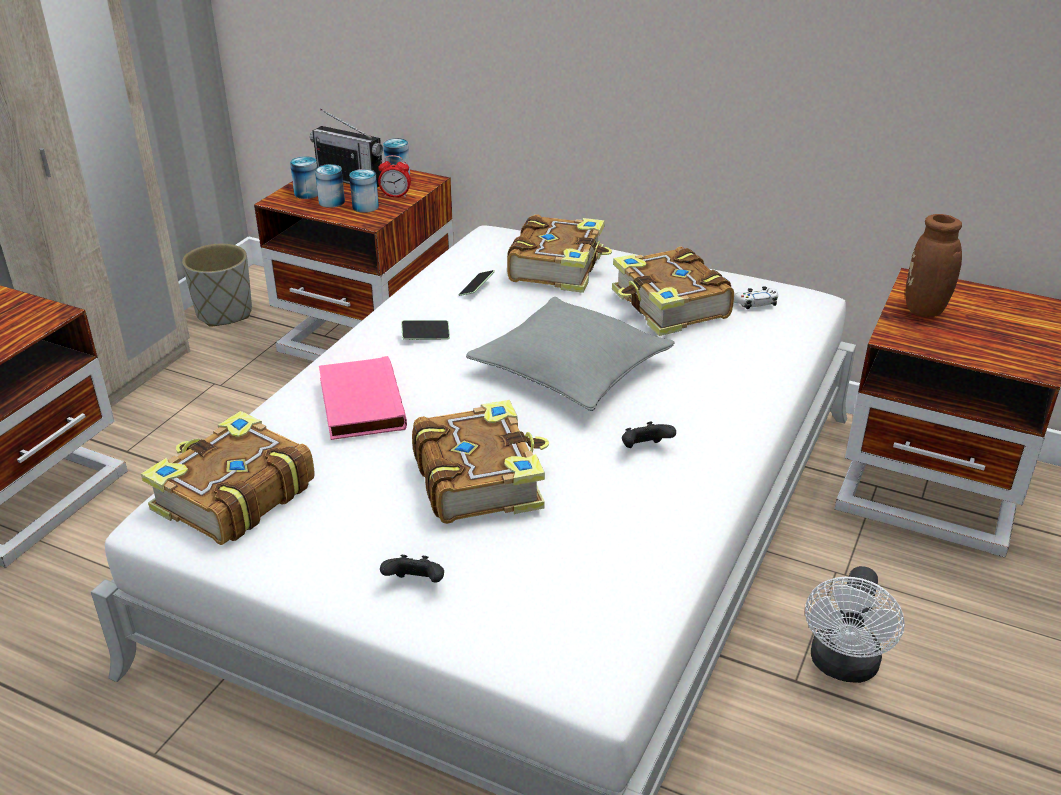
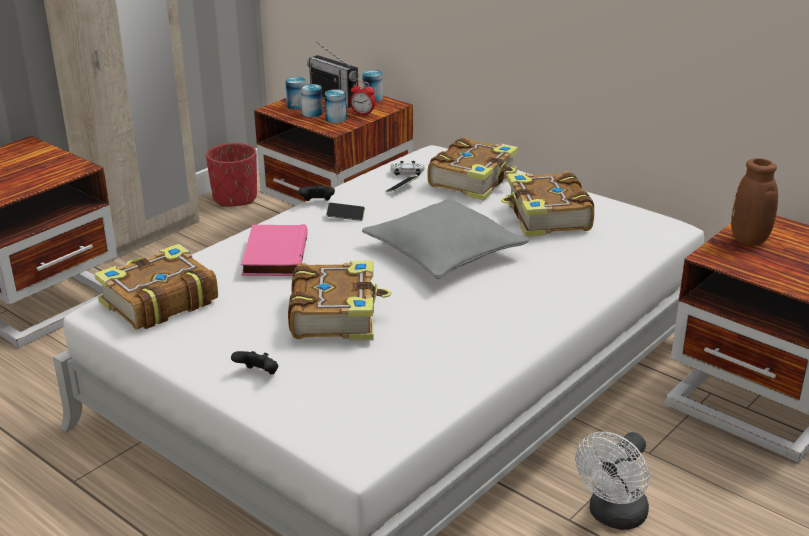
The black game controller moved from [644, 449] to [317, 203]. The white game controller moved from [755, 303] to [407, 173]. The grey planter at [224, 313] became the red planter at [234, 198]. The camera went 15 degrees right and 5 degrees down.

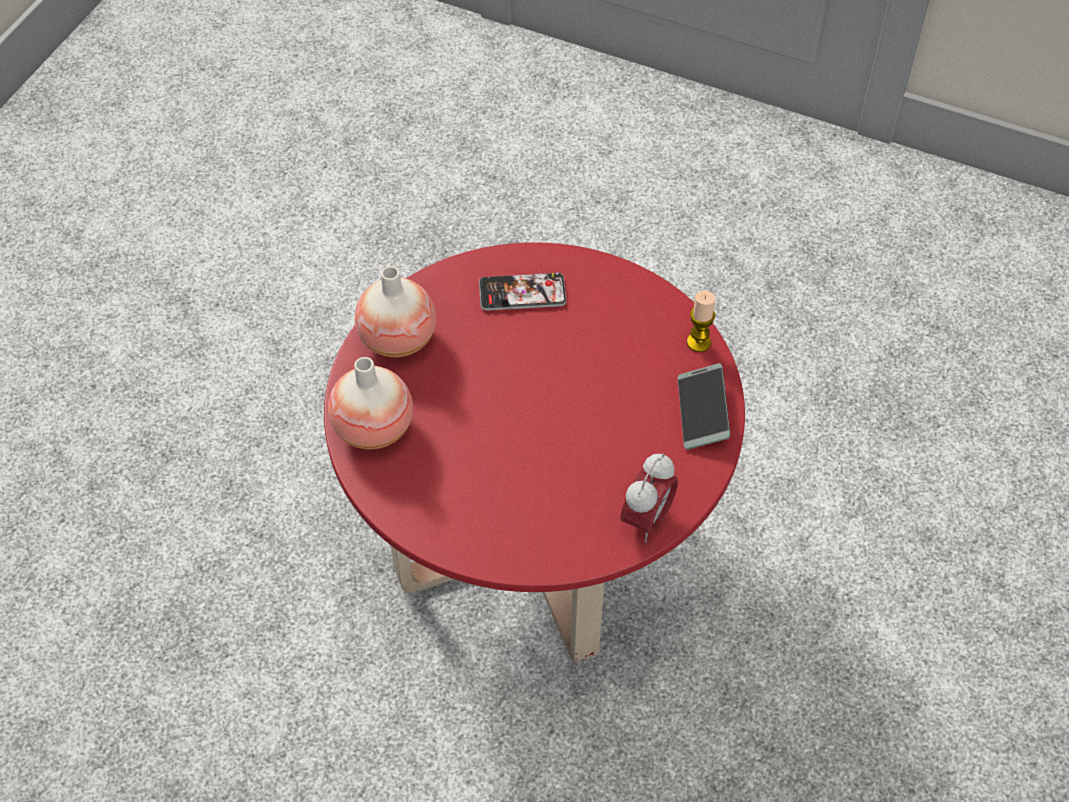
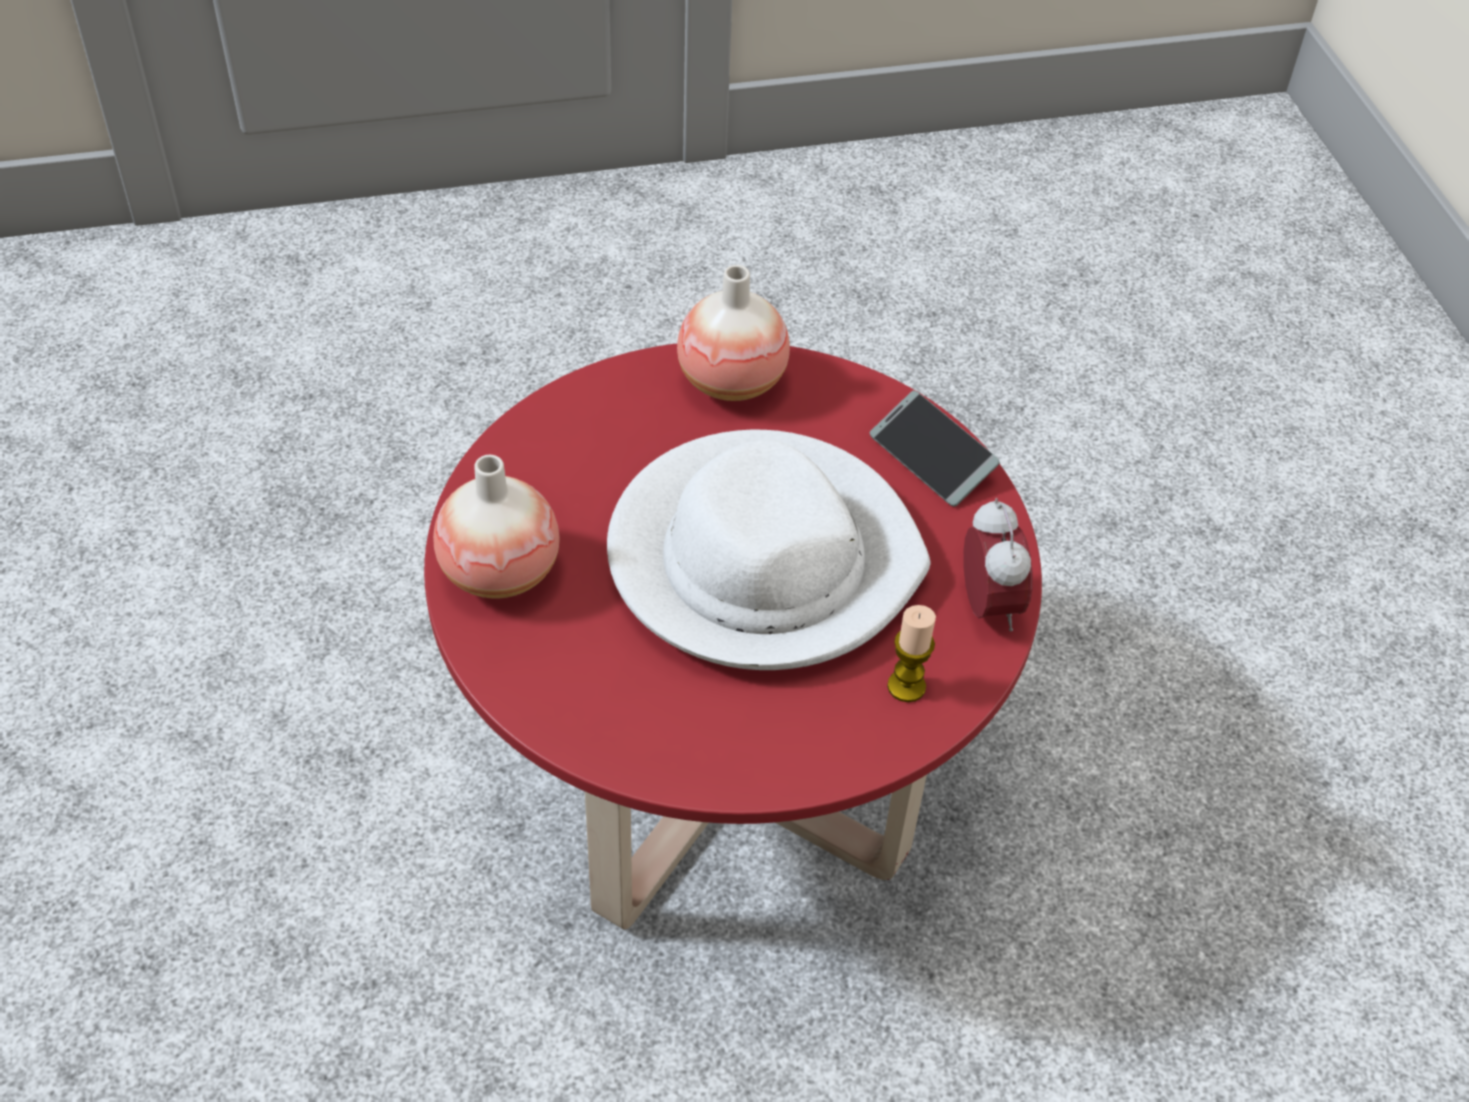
The phone at [522, 293] disappeared. The white hat at [762, 559] appeared. The vase moved from [373, 428] to [731, 381]. The candle moved from [698, 342] to [906, 686]. The camera went 40 degrees left and 5 degrees down.

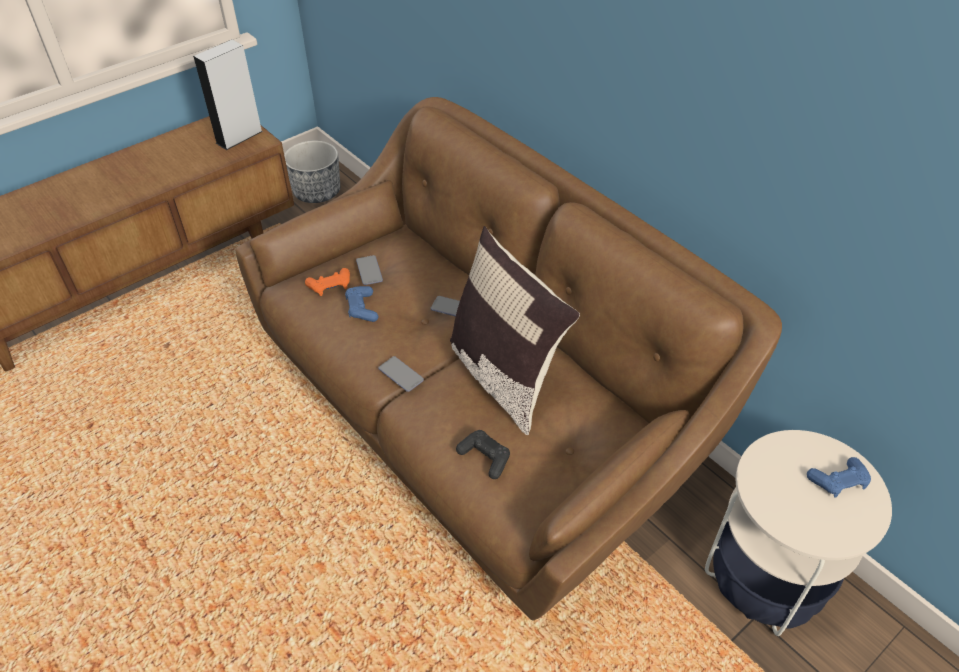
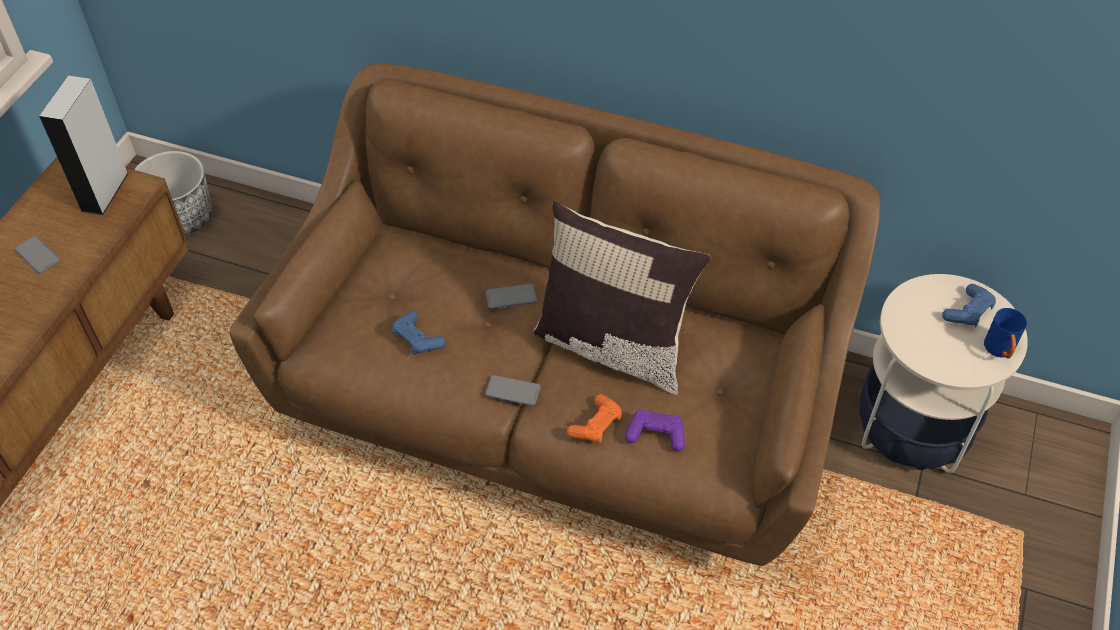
The blue mug at [1000, 351] appeared. The orange game controller moved from [330, 286] to [596, 425]. The phone moved from [369, 271] to [38, 255]. The black game controller at [485, 457] became the purple game controller at [656, 435]. The camera went 30 degrees left and 5 degrees up.

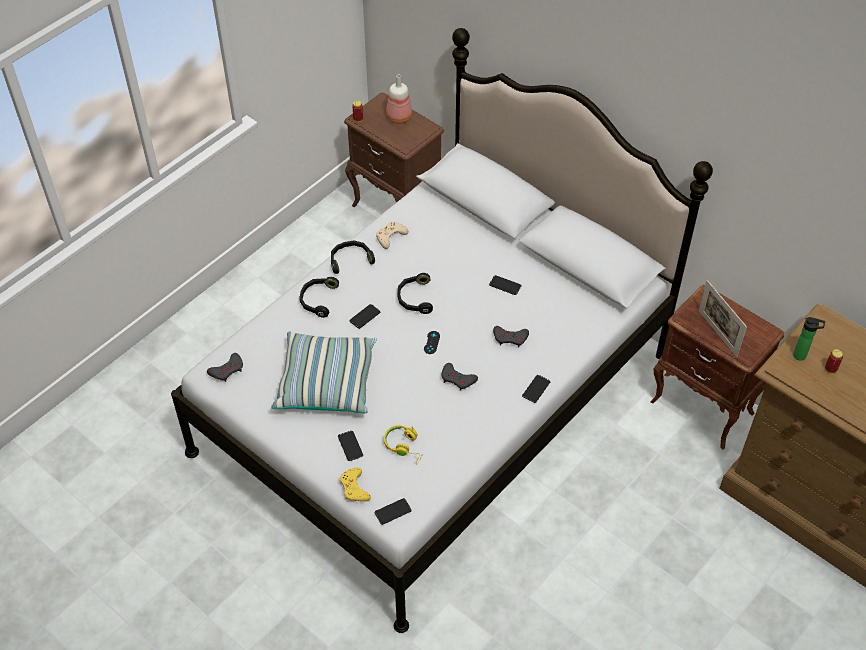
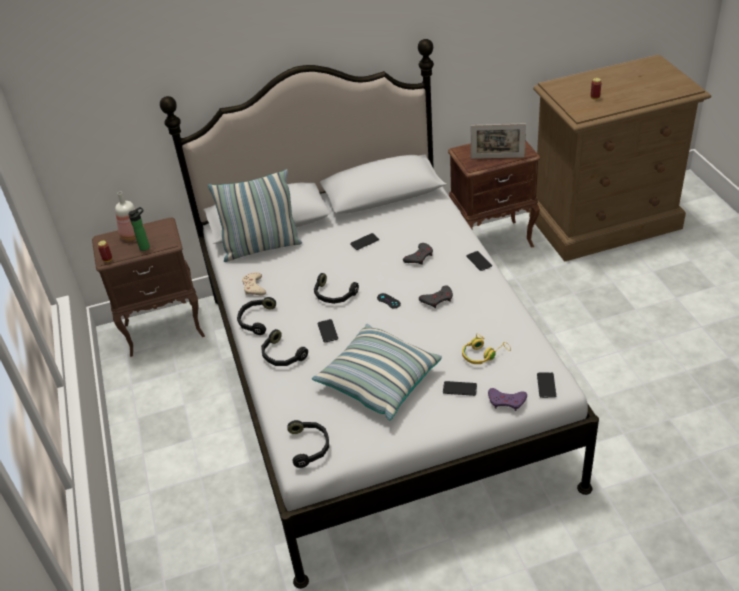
The pillow at [262, 247] appeared. The bottle moved from [801, 356] to [146, 247]. The grey game controller at [227, 370] was replaced by the black headphones at [310, 446]. The yellow game controller at [354, 488] became the purple game controller at [506, 401]. The camera went 55 degrees left and 10 degrees down.

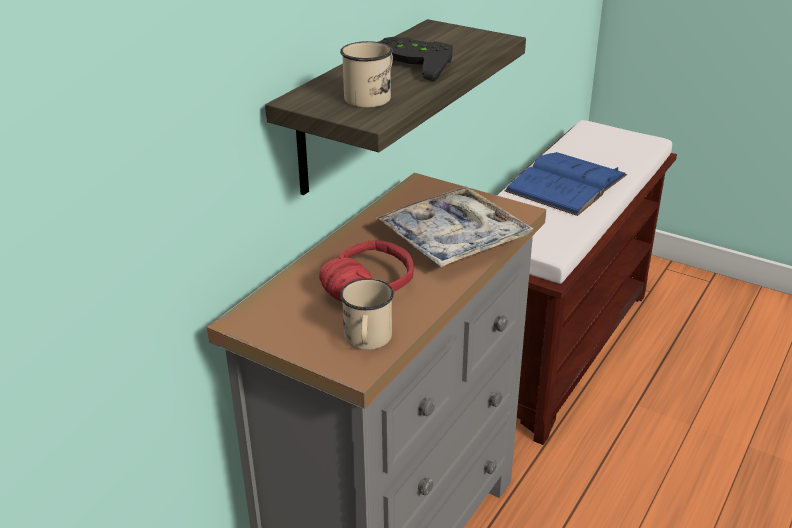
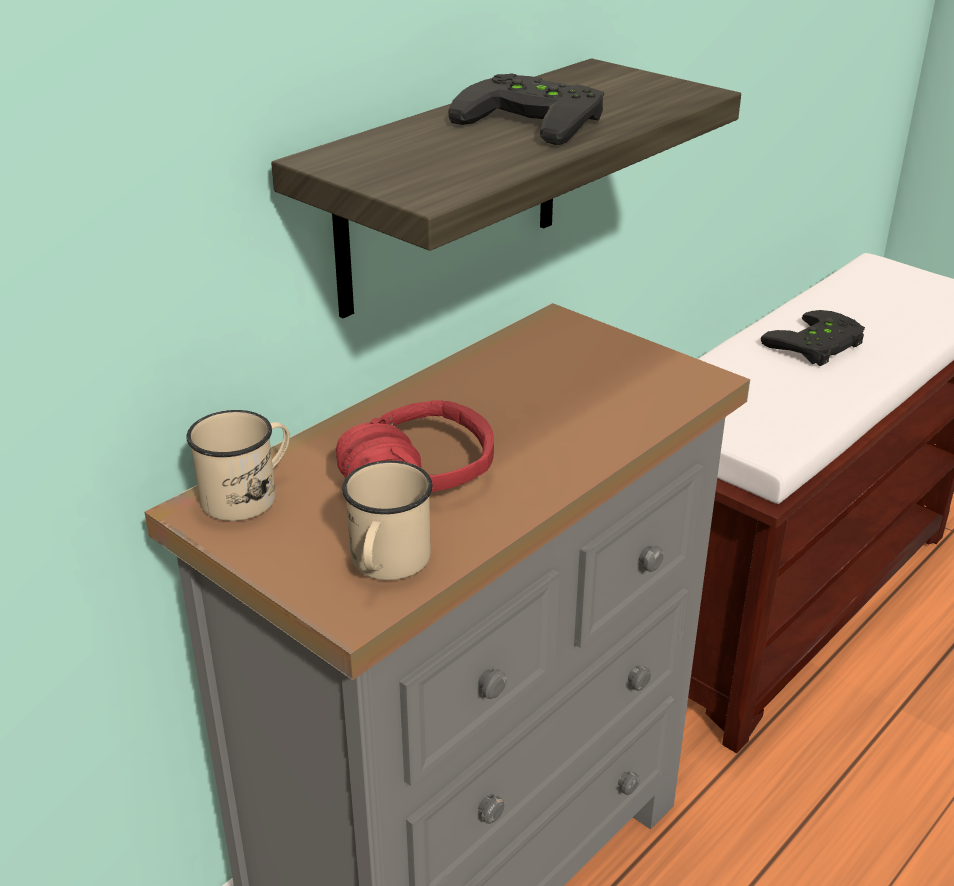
The tray at [453, 239] disappeared. The beige mug moved from [372, 96] to [249, 494]. The blue book at [566, 183] was replaced by the black game controller at [818, 346]. The camera went 10 degrees right and 0 degrees up.

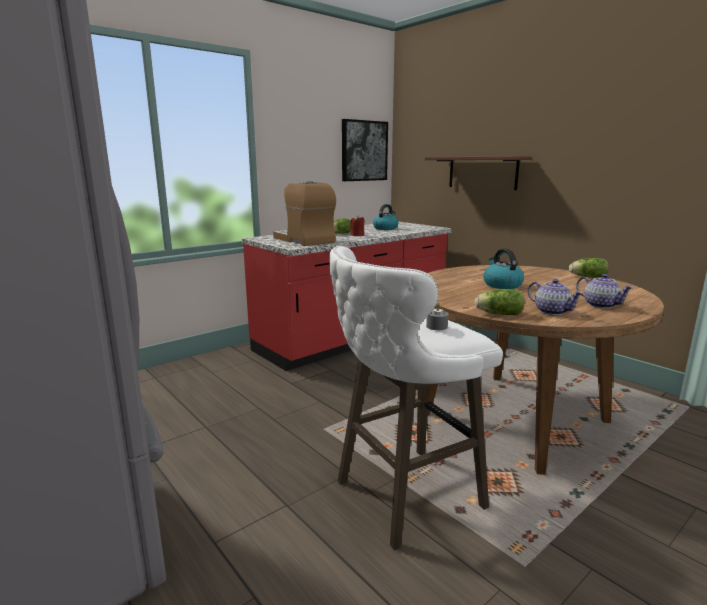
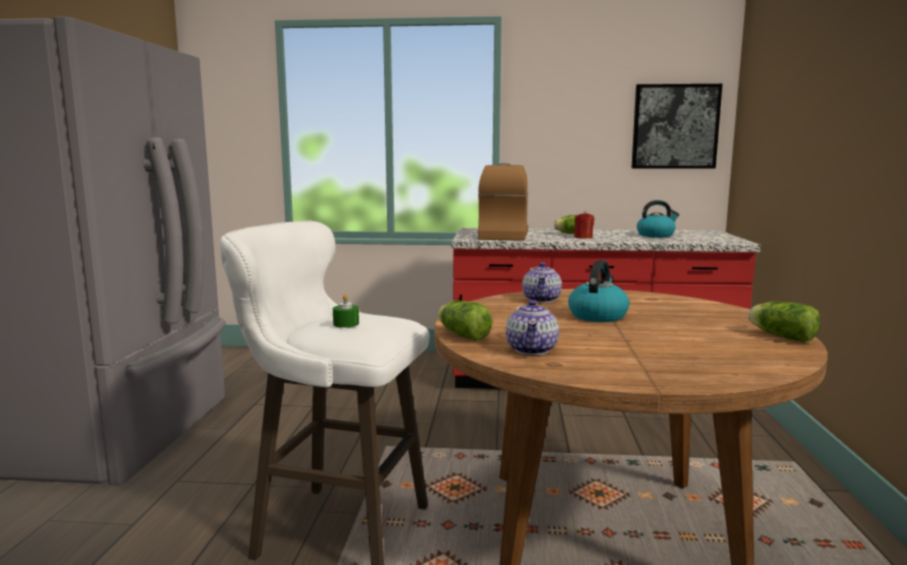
The shelf at [482, 172] disappeared. The teapot moved from [600, 305] to [542, 299]. The grey candle at [436, 326] became the green candle at [346, 324]. The camera went 45 degrees right and 5 degrees down.

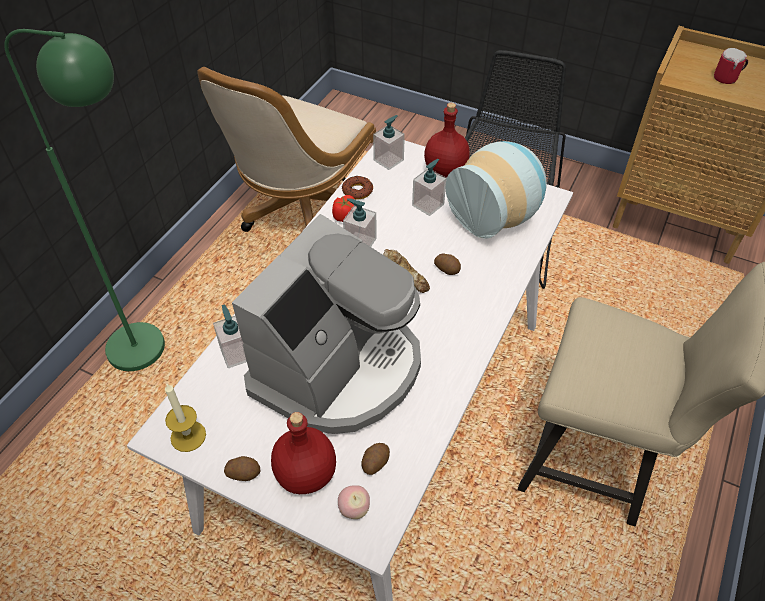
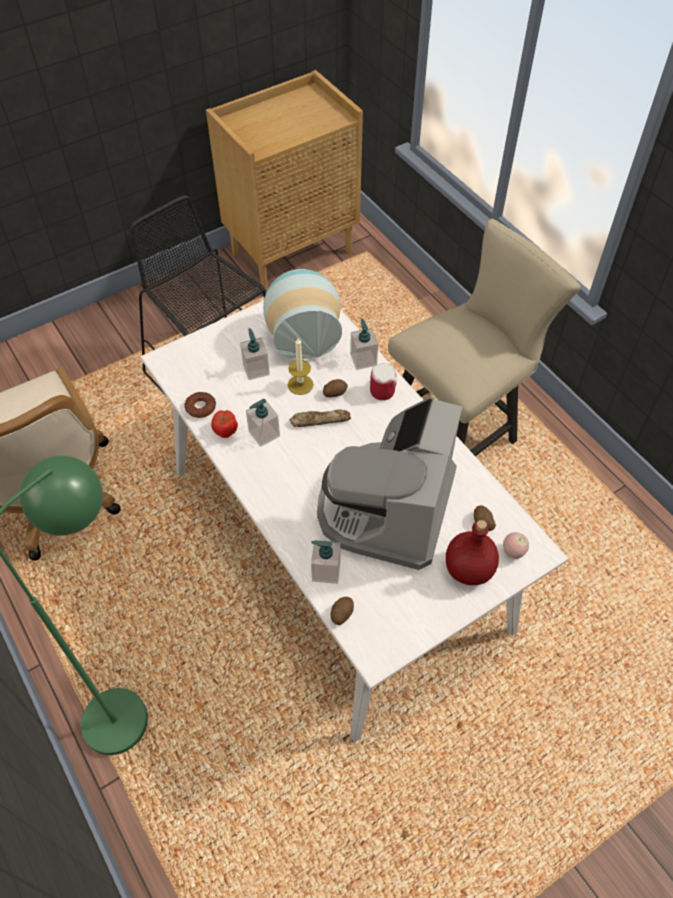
The red bottle at [446, 171] disappeared. The candle moved from [188, 436] to [300, 384]. The potato moved from [244, 473] to [341, 613]. The soap dispenser moved from [388, 160] to [363, 359]. The mug moved from [728, 78] to [384, 389]. The coffee machine at [339, 369] turned 135 degrees counterclockwise. The camera went 60 degrees left and 5 degrees up.

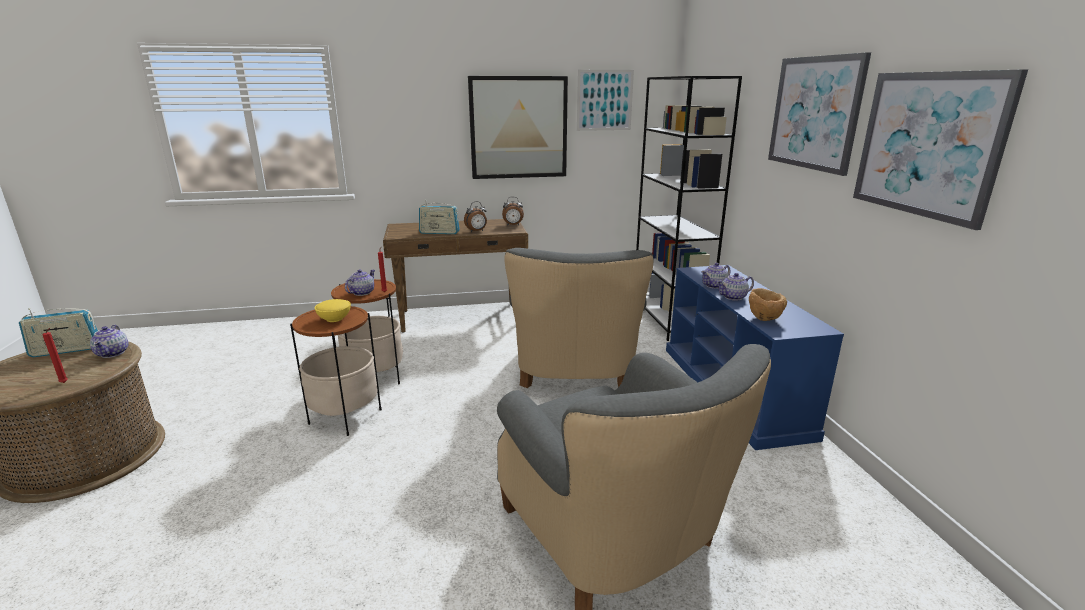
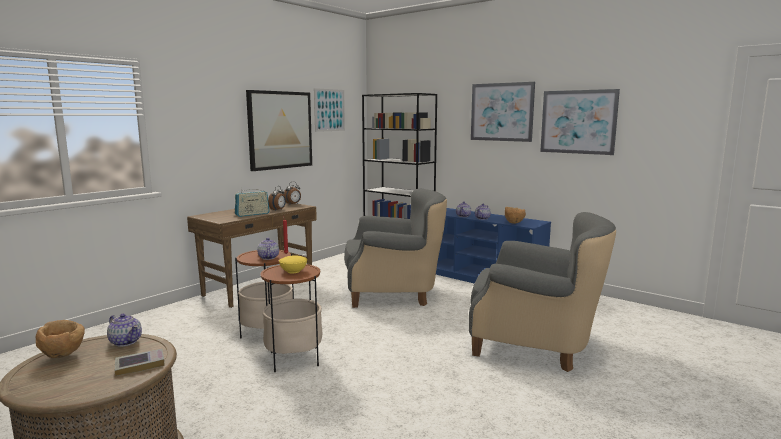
The radio at [66, 350] was replaced by the brown bowl at [63, 355]. The red candle at [65, 383] was replaced by the book at [140, 365]. The grey armchair at [575, 370] turned 60 degrees counterclockwise. The camera went 40 degrees left and 10 degrees down.

